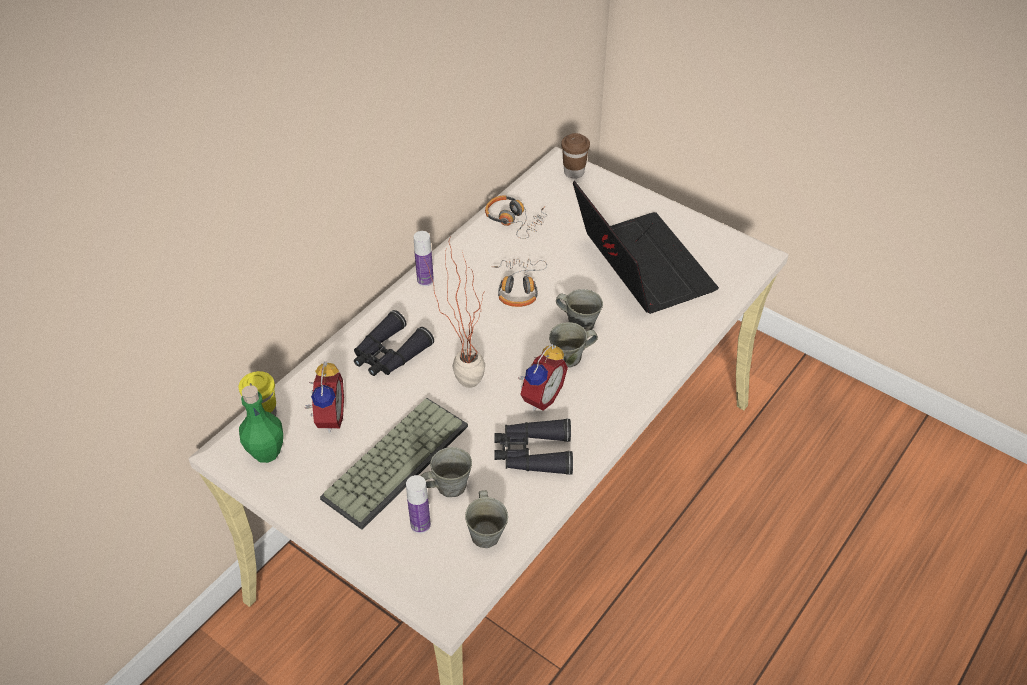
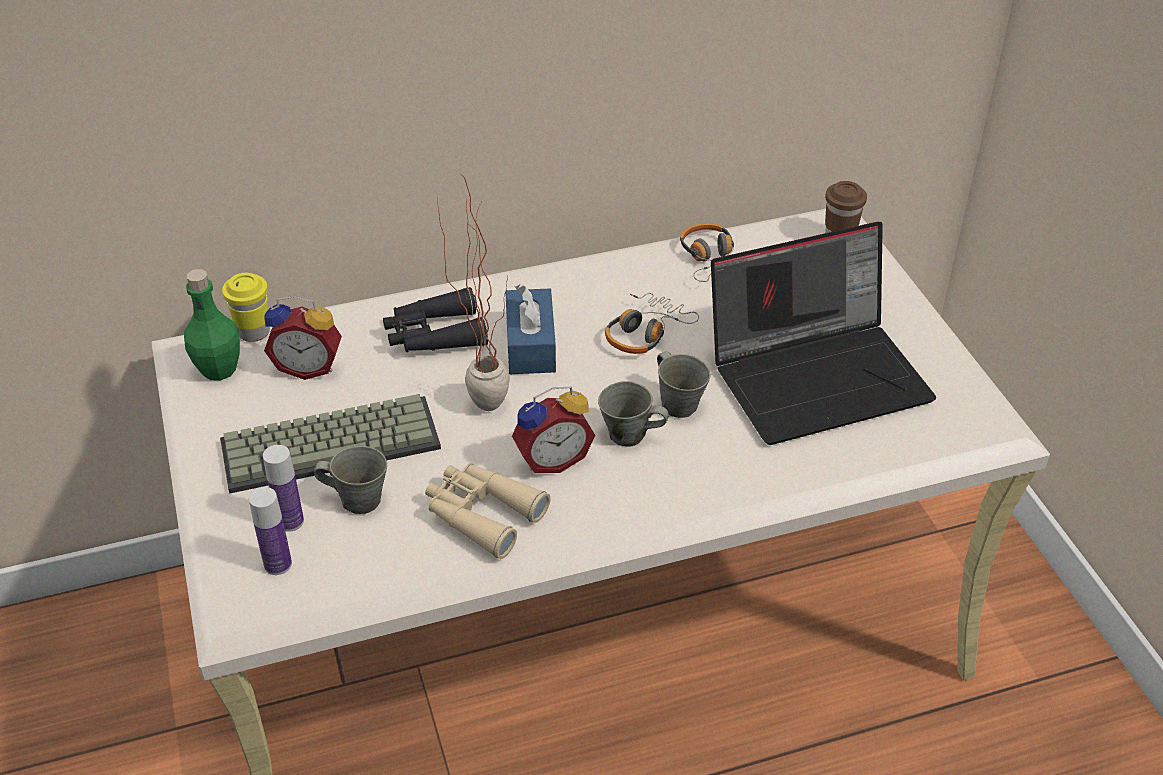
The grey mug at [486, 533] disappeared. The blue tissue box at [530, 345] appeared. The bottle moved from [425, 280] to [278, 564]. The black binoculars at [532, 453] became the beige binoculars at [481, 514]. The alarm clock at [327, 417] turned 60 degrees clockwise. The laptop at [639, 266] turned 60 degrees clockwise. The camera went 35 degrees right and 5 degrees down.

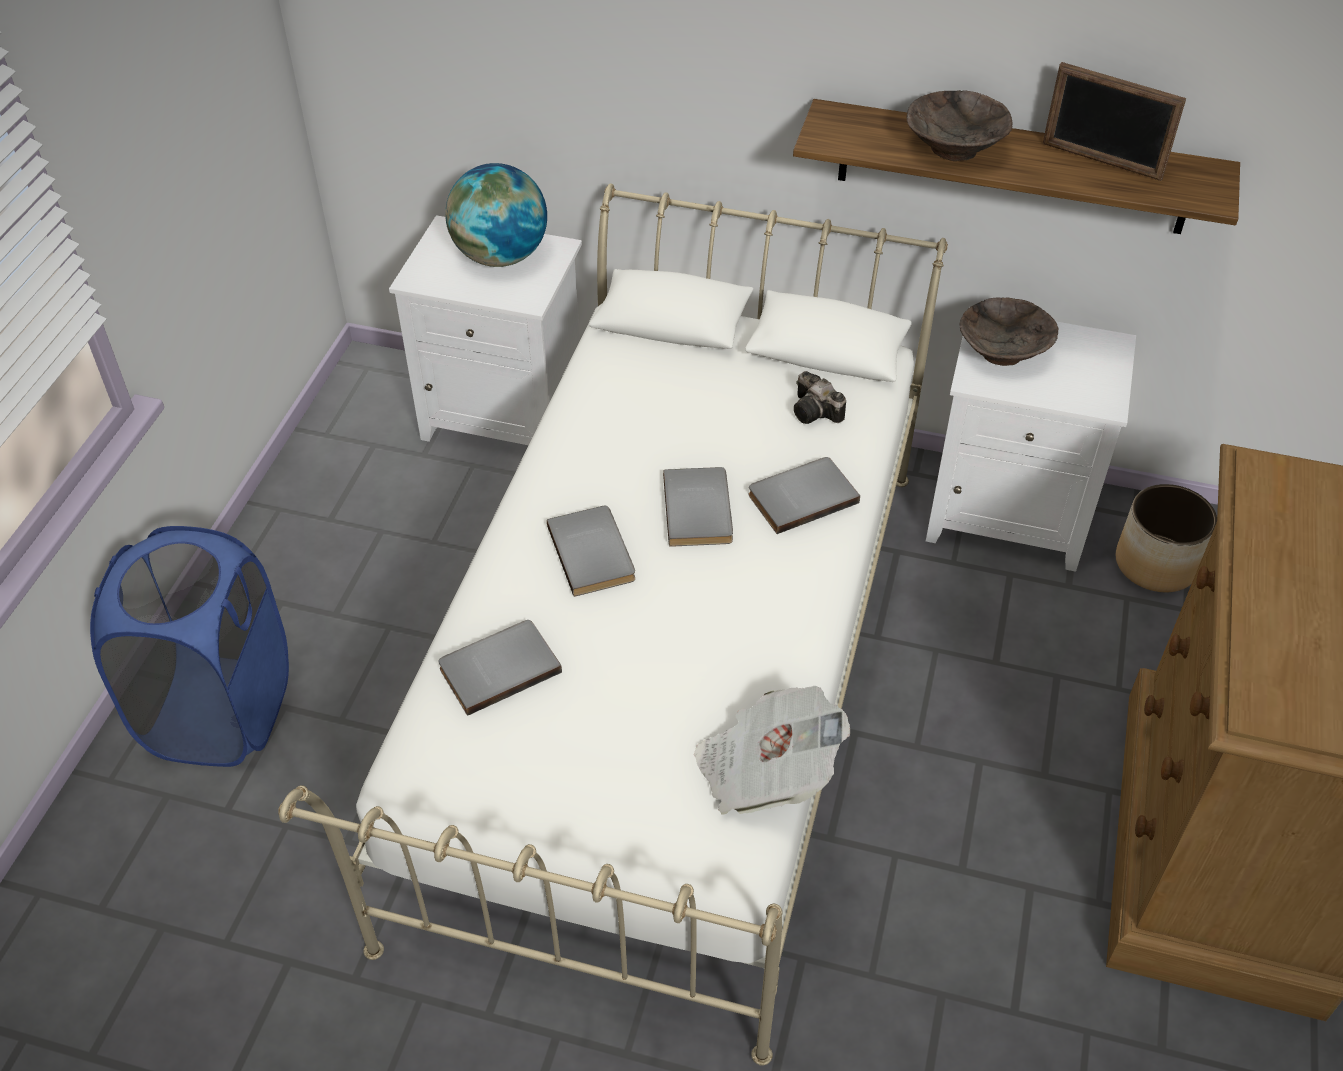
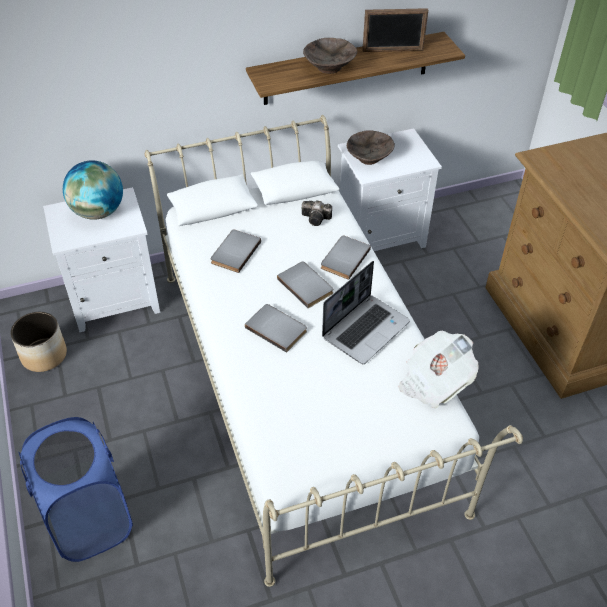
The laptop at [365, 329] appeared. The grey book moved from [498, 667] to [234, 252]. The planter moved from [1155, 564] to [43, 355]. The camera went 35 degrees left and 0 degrees up.

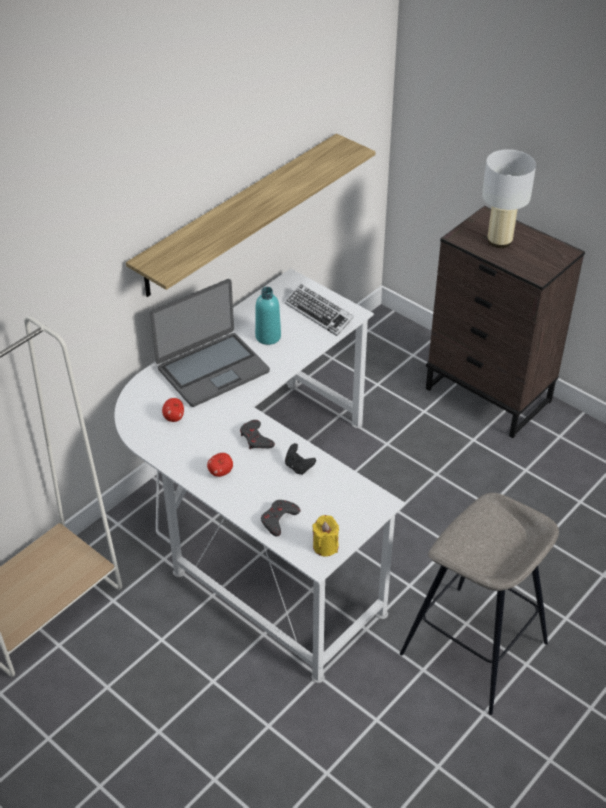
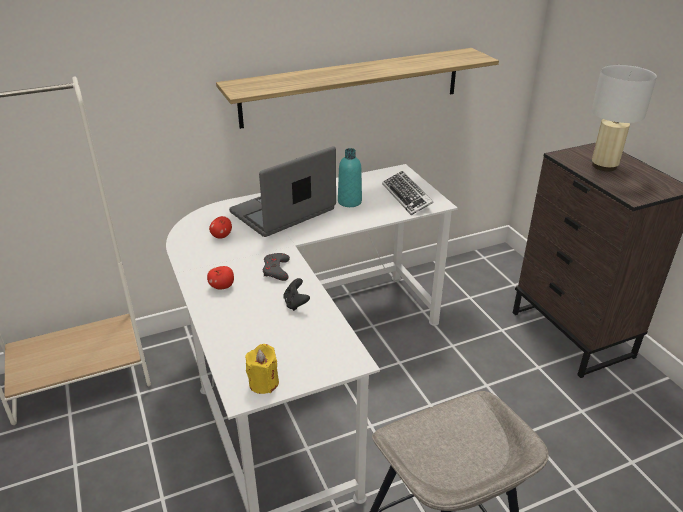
The grey game controller at [278, 519] disappeared. The laptop at [212, 369] turned 150 degrees clockwise. The camera went 25 degrees right and 10 degrees down.

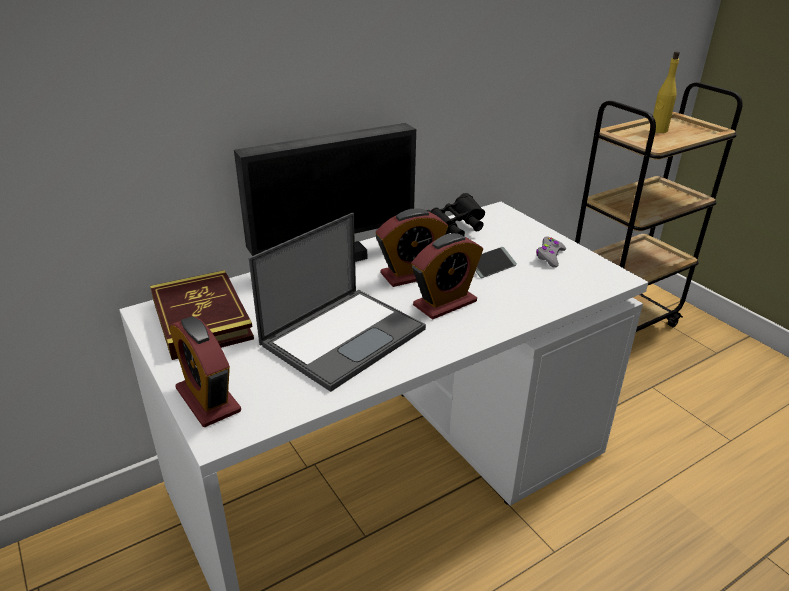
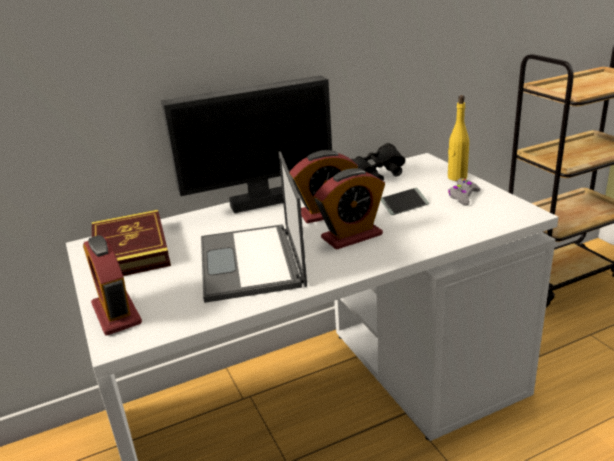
The yellow bottle moved from [658, 130] to [457, 177]. The laptop at [344, 335] turned 120 degrees clockwise. The camera went 10 degrees right and 5 degrees down.

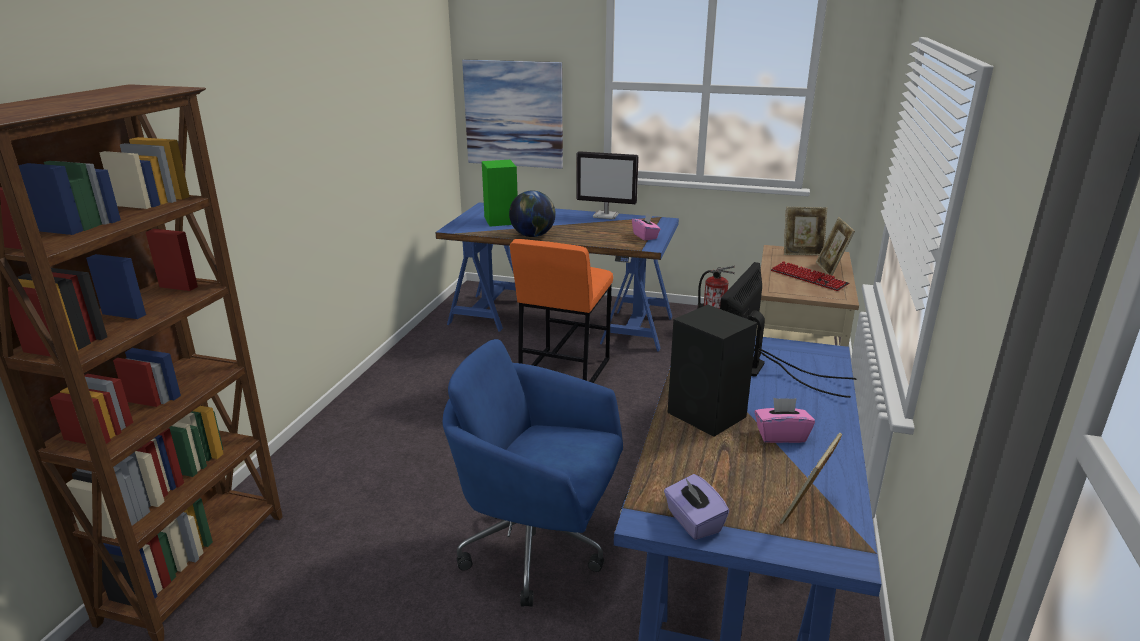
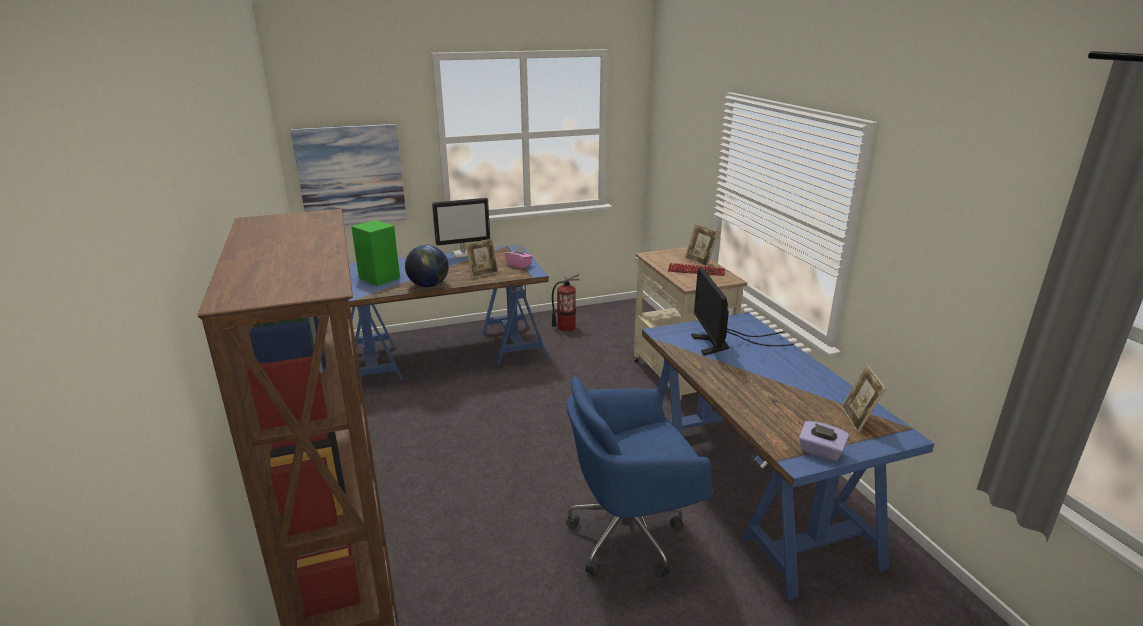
The orange stool at [564, 372] disappeared. The black speaker at [708, 415] disappeared. The pink tissue box at [781, 435] disappeared. The picture frame moved from [802, 253] to [483, 273]. The camera went 35 degrees left and 0 degrees up.

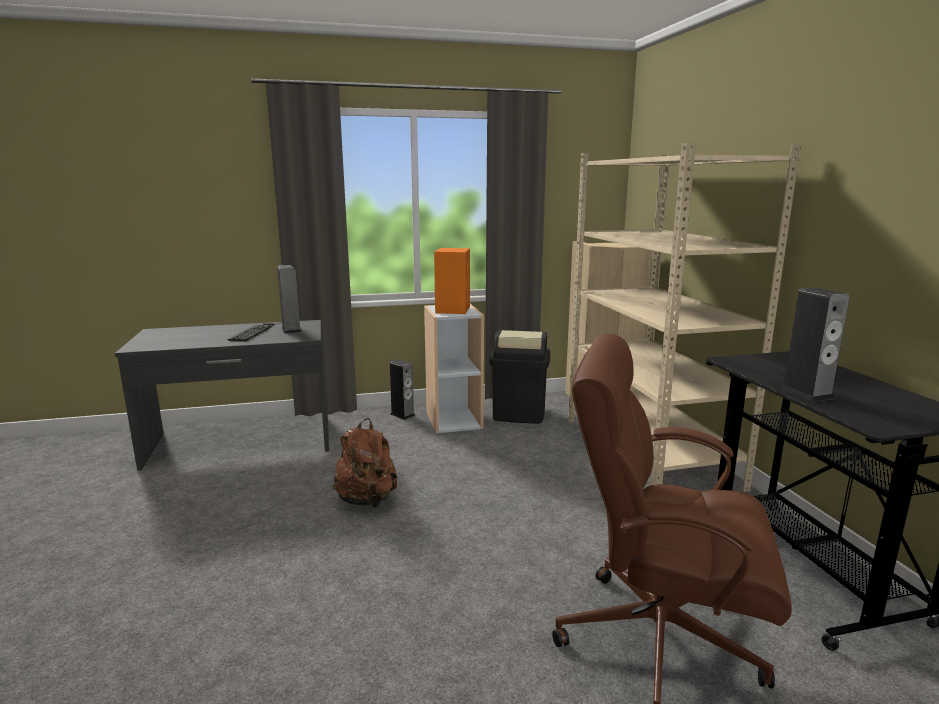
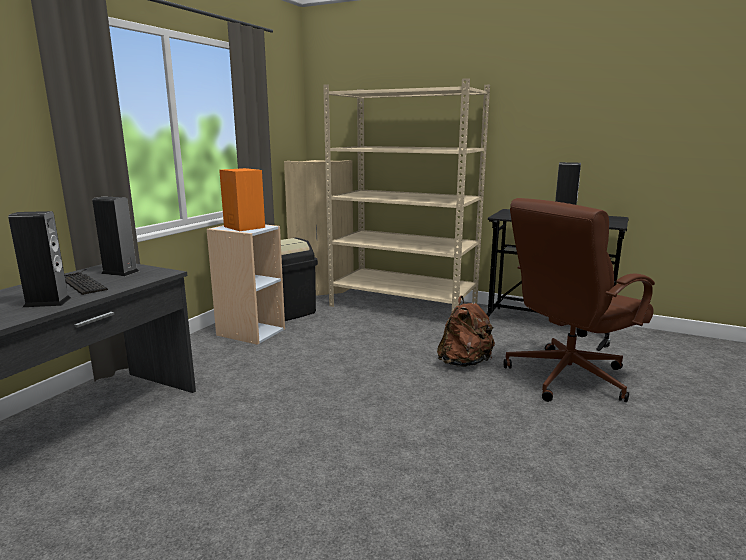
The brown backpack moved from [367, 500] to [464, 363]. The speaker moved from [402, 414] to [47, 302]. The camera went 50 degrees left and 0 degrees up.

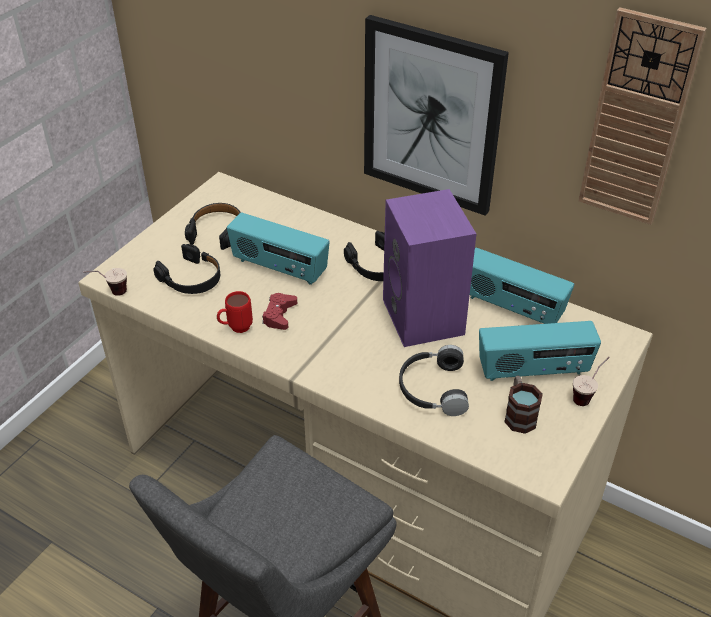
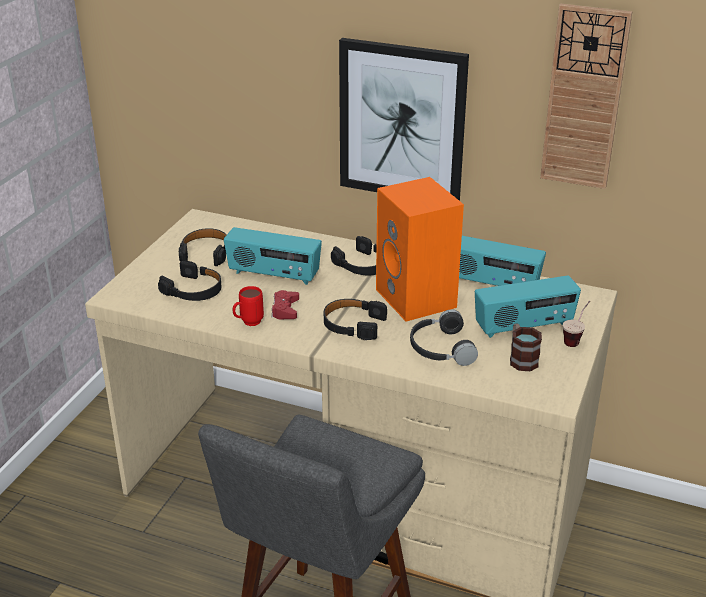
The cup at [110, 293] disappeared. The black headphones at [353, 325] appeared. The purple speaker at [425, 318] became the orange speaker at [418, 299]. The camera went 10 degrees left and 10 degrees down.

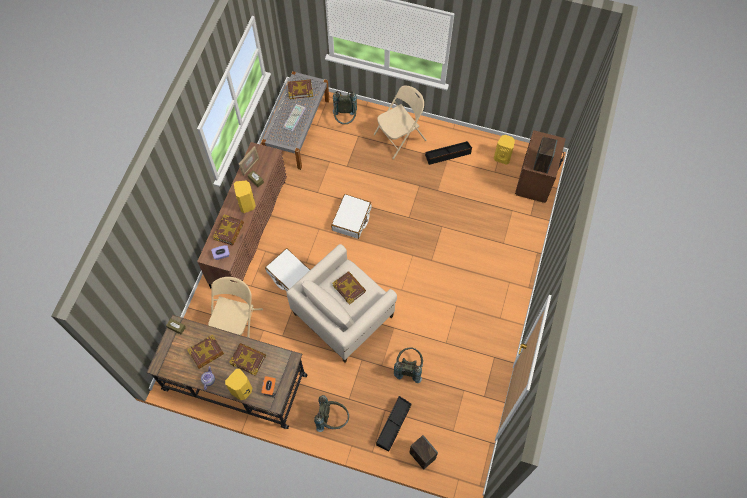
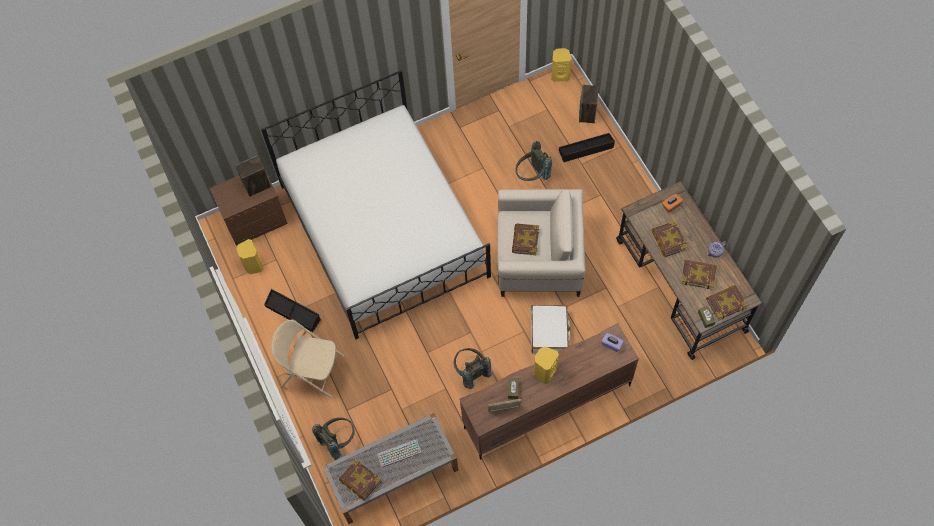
The beige chair at [237, 324] disappeared. The white suitcase at [352, 219] disappeared. The white bed at [383, 230] appeared. The book moved from [229, 231] to [725, 303]. The yellow speaker moved from [242, 390] to [560, 75]. The grey backpack moved from [332, 419] to [471, 371]. The camera went 130 degrees left and 0 degrees up.

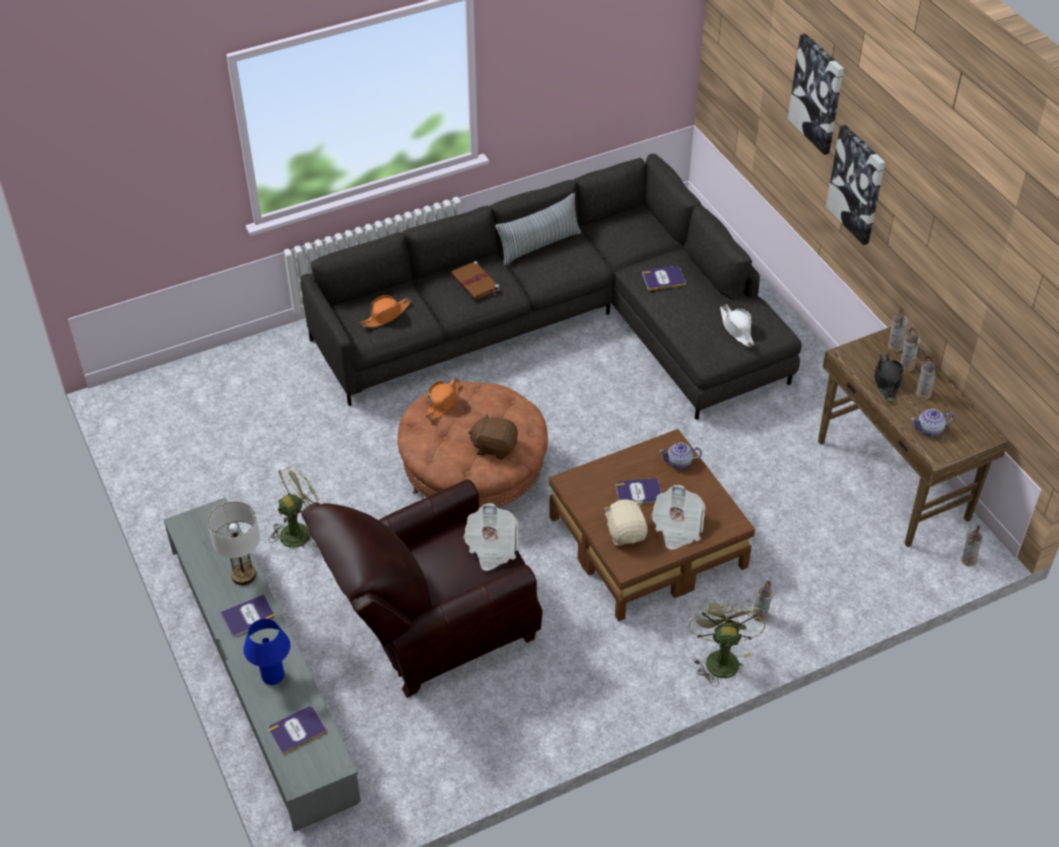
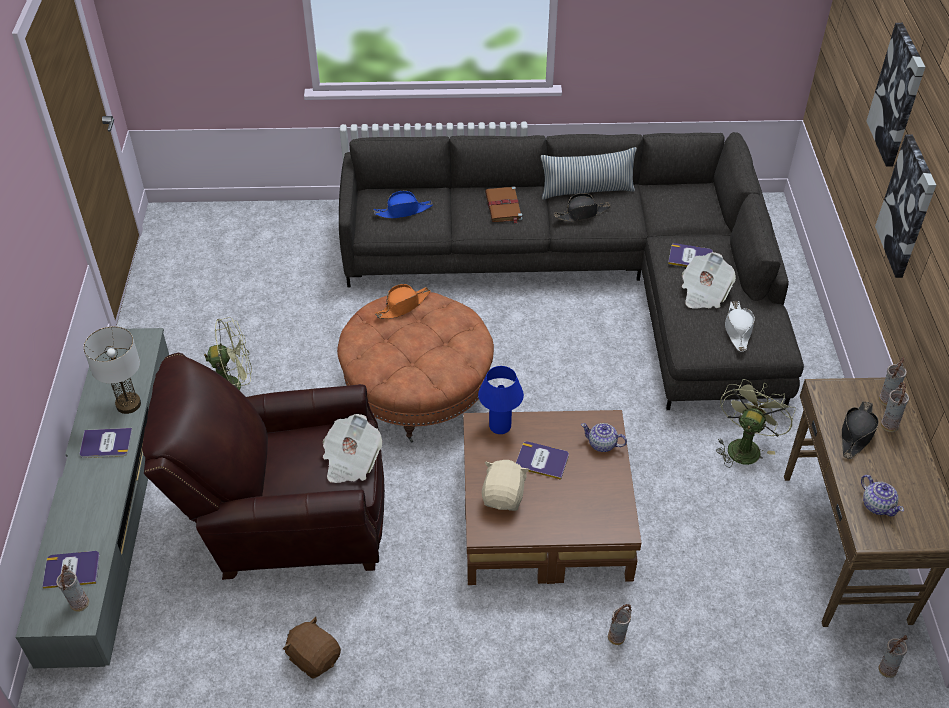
The black hat at [582, 213] appeared. The blue table lamp moved from [273, 676] to [500, 426]. The brown plush toy moved from [494, 447] to [314, 657]. The newspaper moved from [677, 528] to [704, 293]. The green fan moved from [720, 657] to [744, 446]. The vase moved from [922, 394] to [79, 604]. The orange hat at [386, 315] became the blue hat at [403, 211]. The teapot at [930, 430] turned 135 degrees counterclockwise. The camera went 25 degrees right and 0 degrees up.

